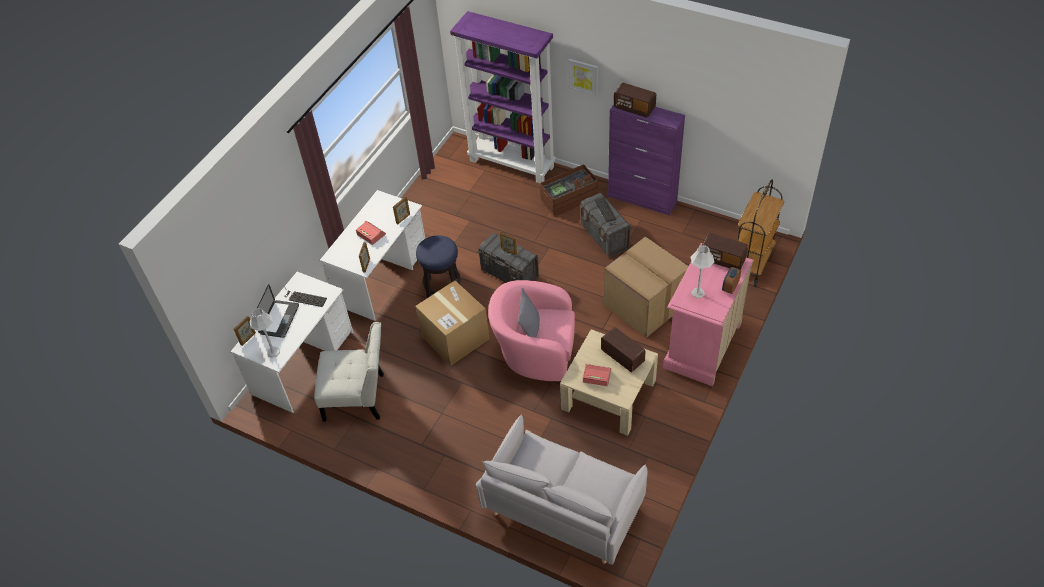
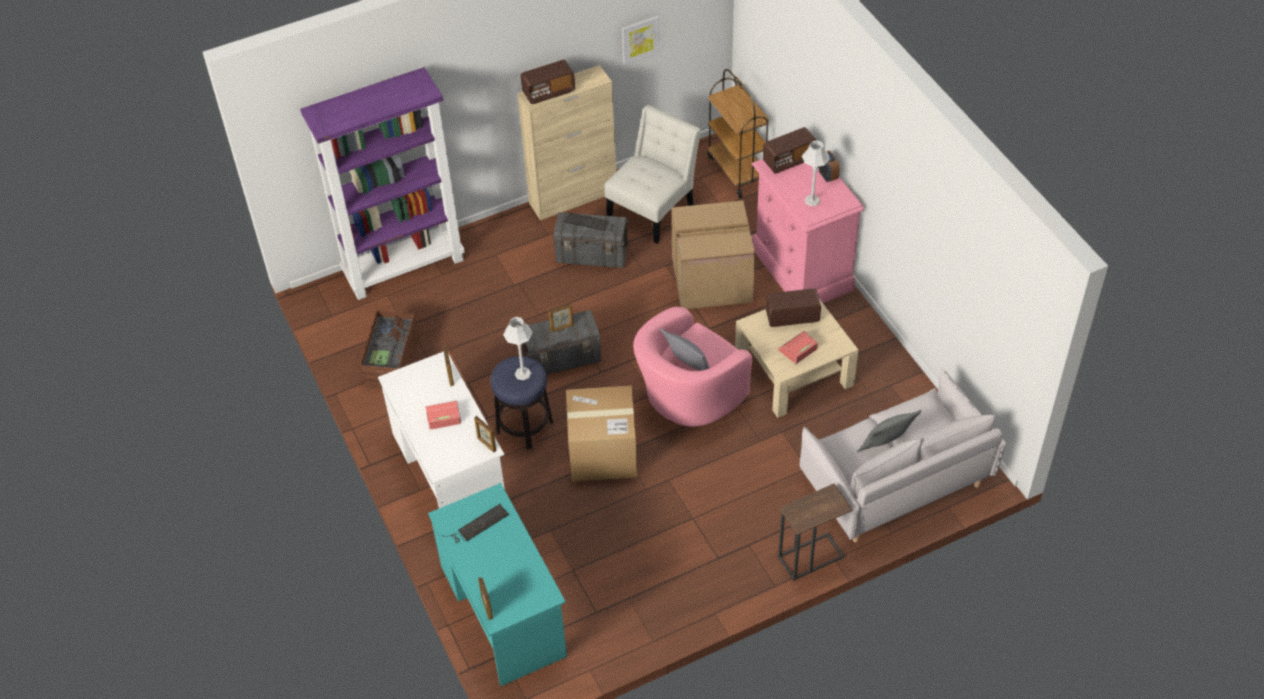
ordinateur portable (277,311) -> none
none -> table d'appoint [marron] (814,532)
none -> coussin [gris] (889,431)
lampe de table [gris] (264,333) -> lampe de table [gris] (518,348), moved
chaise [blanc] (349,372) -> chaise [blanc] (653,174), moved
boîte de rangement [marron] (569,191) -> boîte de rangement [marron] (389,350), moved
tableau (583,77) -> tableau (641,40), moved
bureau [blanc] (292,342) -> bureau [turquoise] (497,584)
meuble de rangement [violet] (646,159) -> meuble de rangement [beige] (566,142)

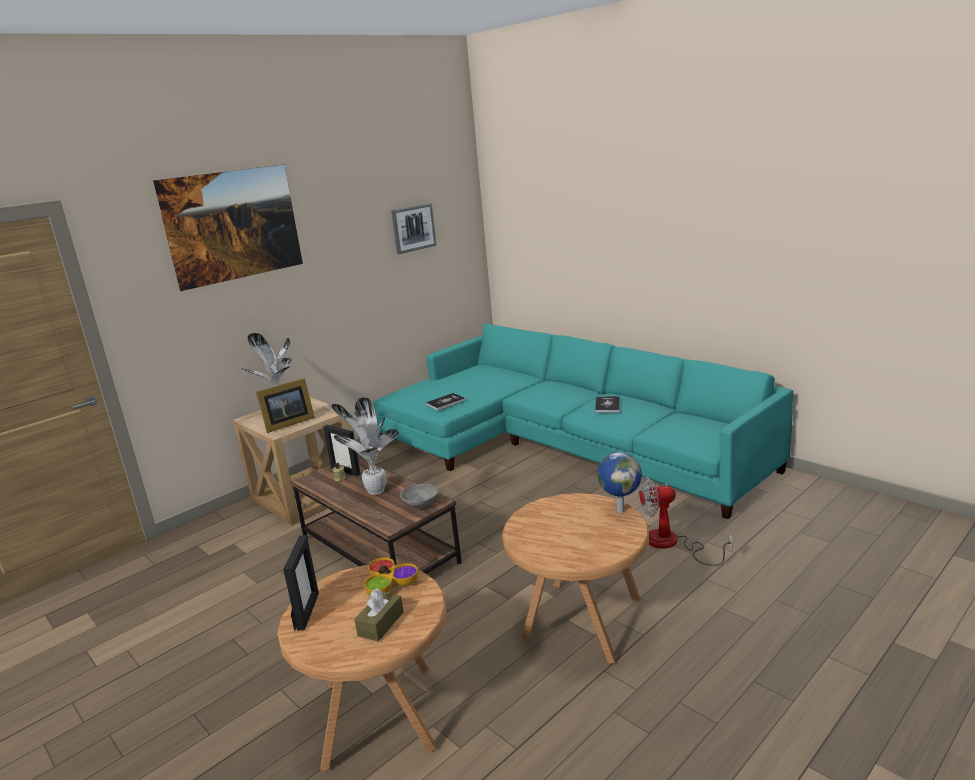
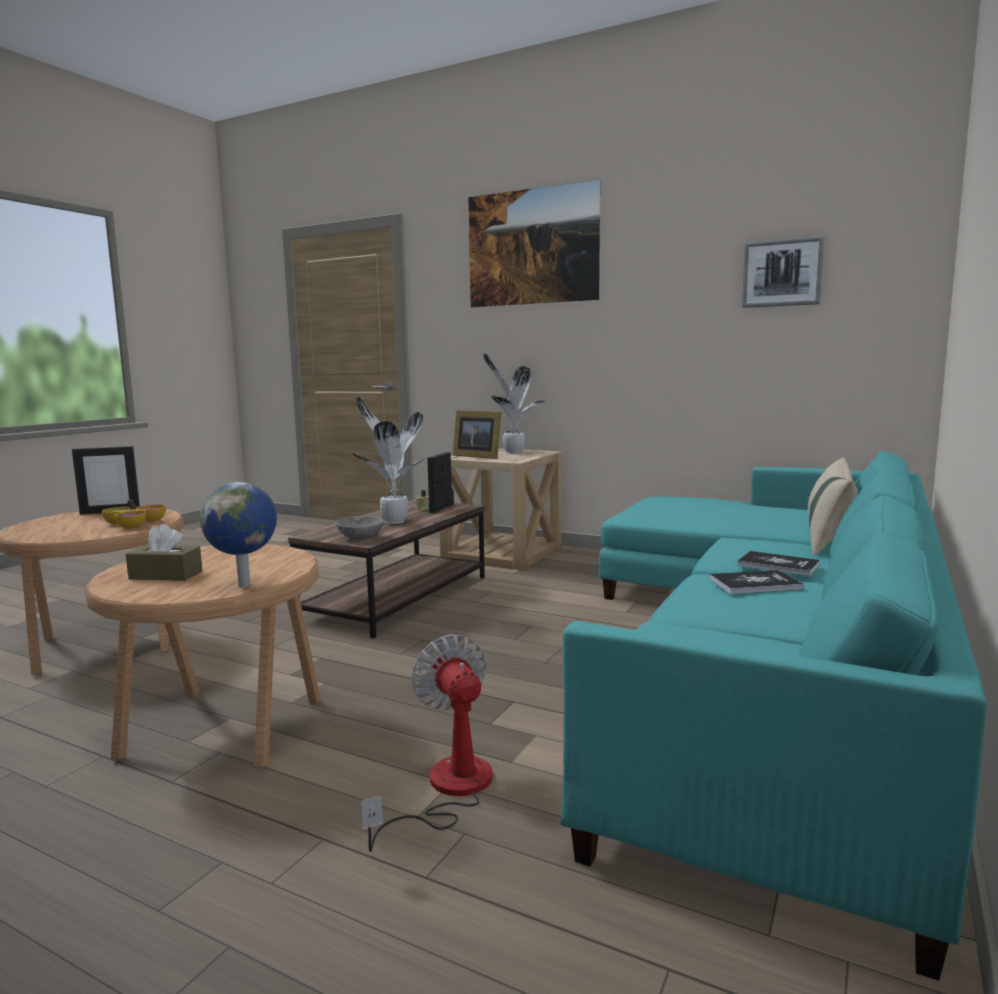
none -> coussin [beige] (833,507)
boîte à mouchoirs [marron] (378,615) -> boîte à mouchoirs [marron] (164,552), moved
livre (445,401) -> livre (778,563), moved

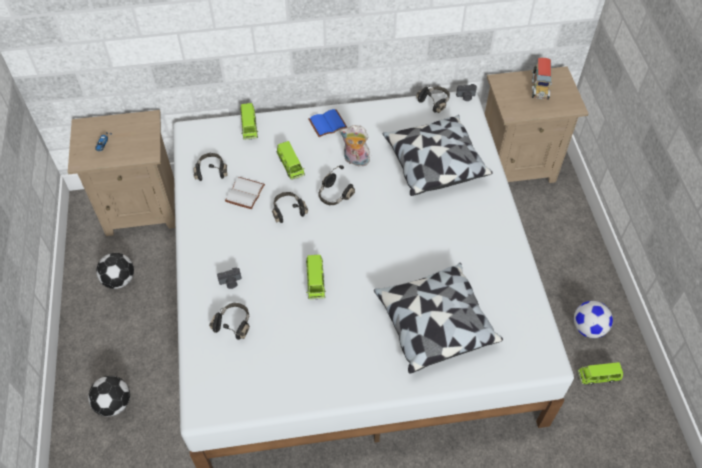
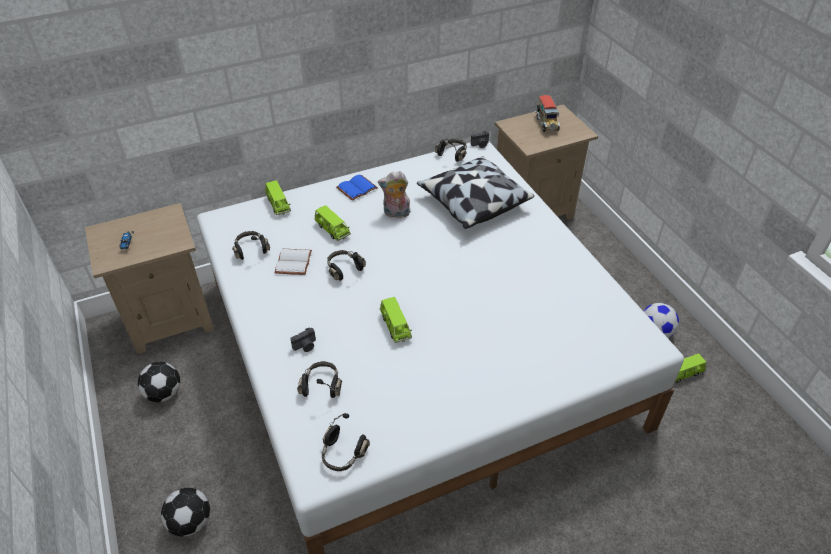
coussin (438,318) -> none
casque audio [noir] (336,185) -> casque audio [noir] (346,442), moved

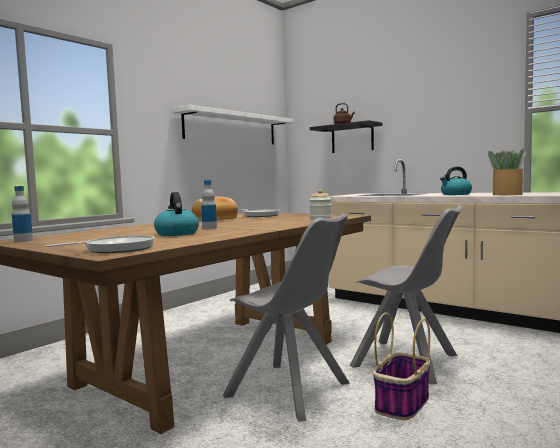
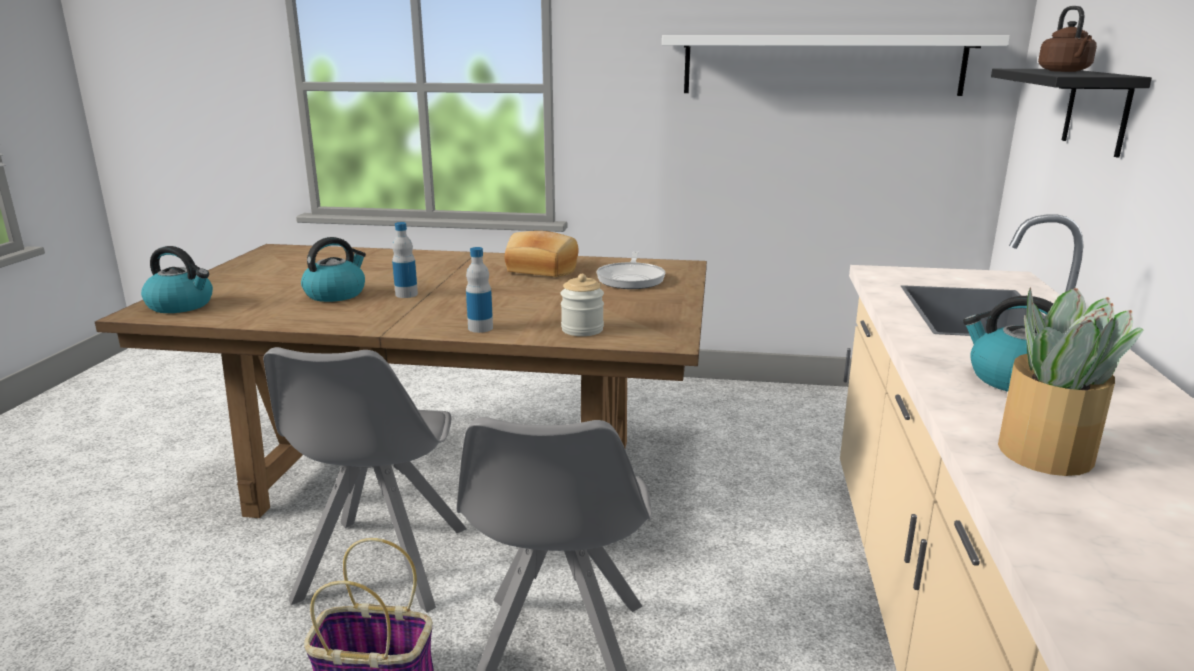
bouteille (22,214) -> bouteille (479,290), moved
poêle (100,244) -> bouilloire (177,279)

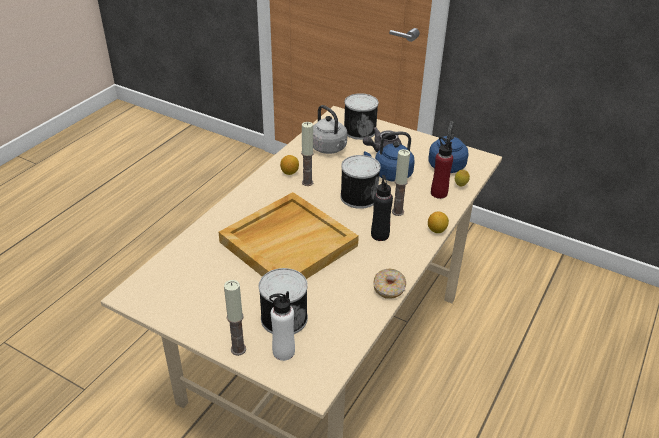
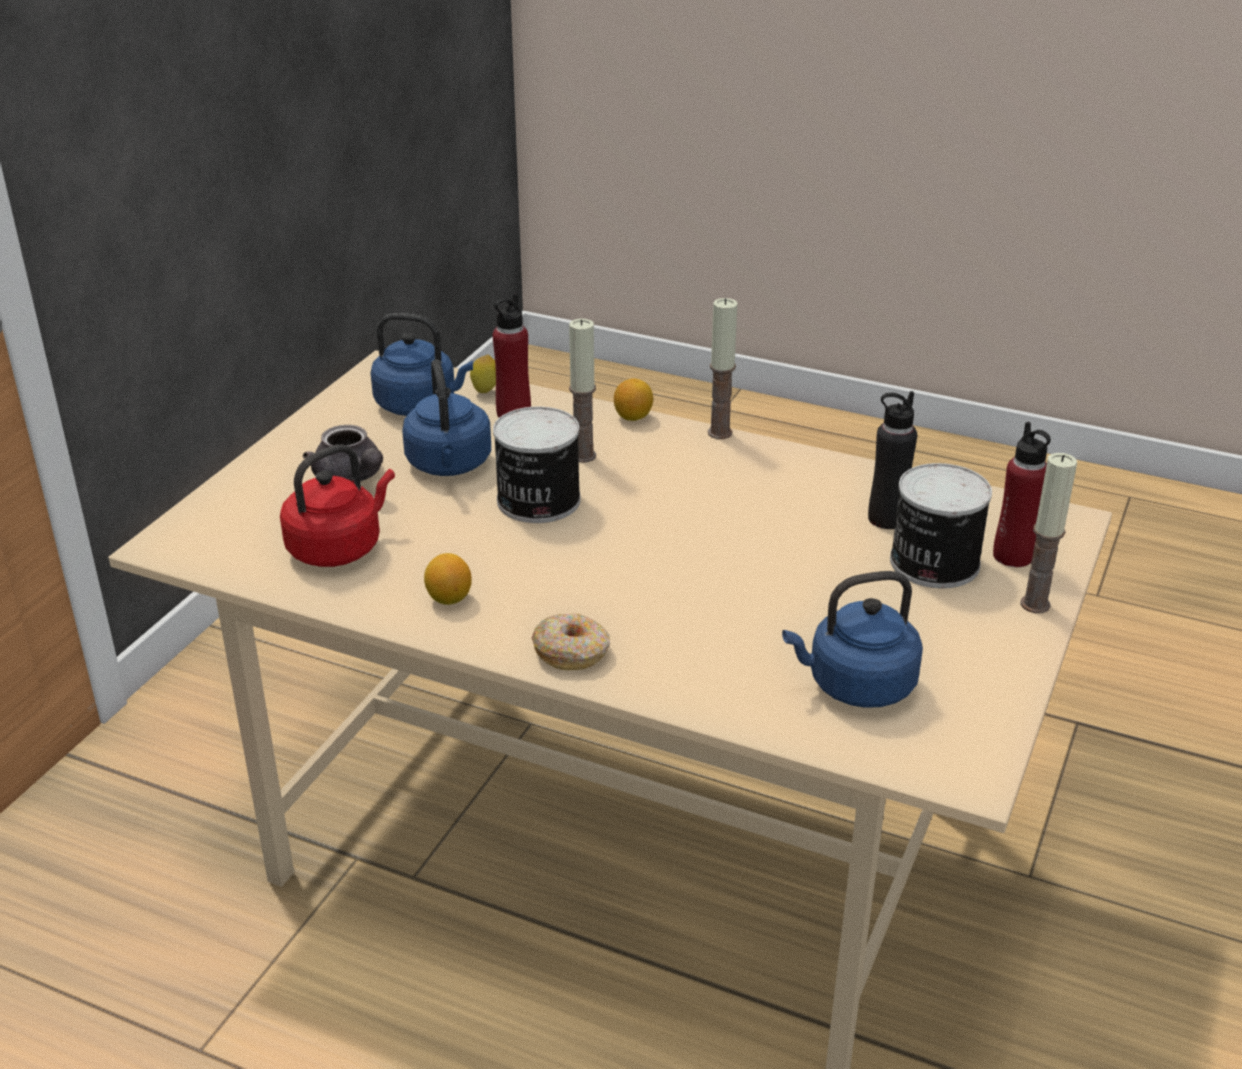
plateau [beige] (288,235) -> none
boîte métallique (361,116) -> none
none -> bouilloire [bleu] (852,639)
bougie (307,154) -> bougie (722,368), moved
bouteille [noir] (382,208) -> bouteille [noir] (892,460), moved
beignet (389,284) -> beignet (571,642), moved
bouteille [blanc] (282,326) -> bouteille [rouge] (1022,494)
bouilloire [gris] (330,129) -> bouilloire [rouge] (337,505)

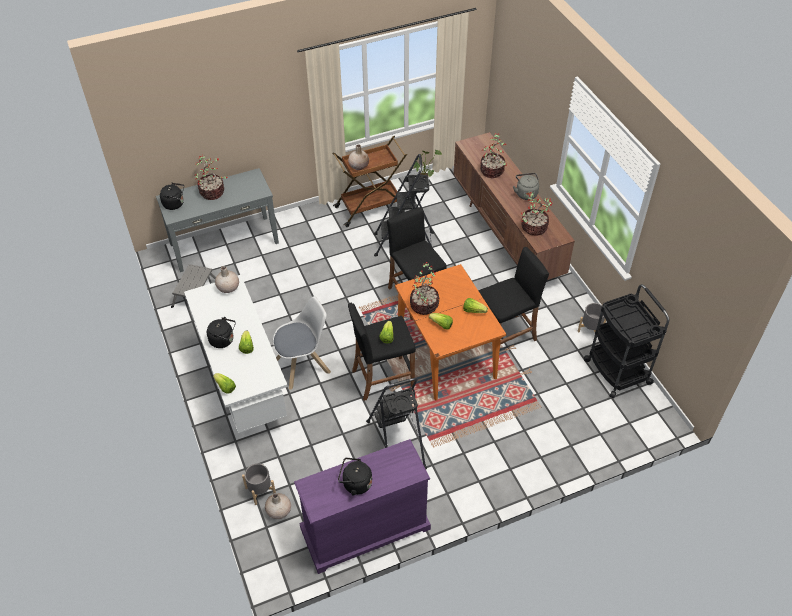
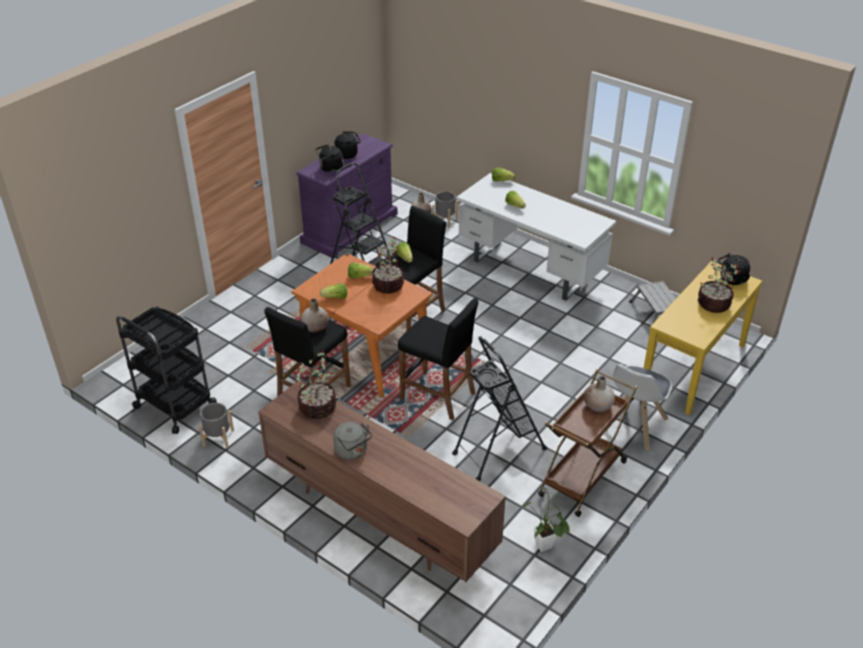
plante en pot (493,155) -> none
bouilloire [noir] (221,332) -> bouilloire [noir] (329,158), moved
vase [beige] (227,279) -> vase [beige] (315,315), moved
chaise (302,343) -> chaise (639,407), moved
table console [gris] (217,220) -> table console [jaune] (702,338)

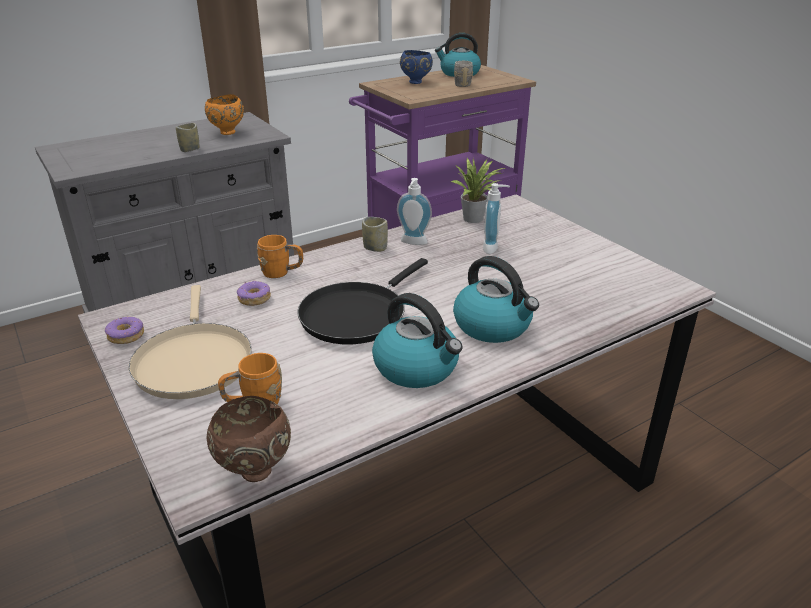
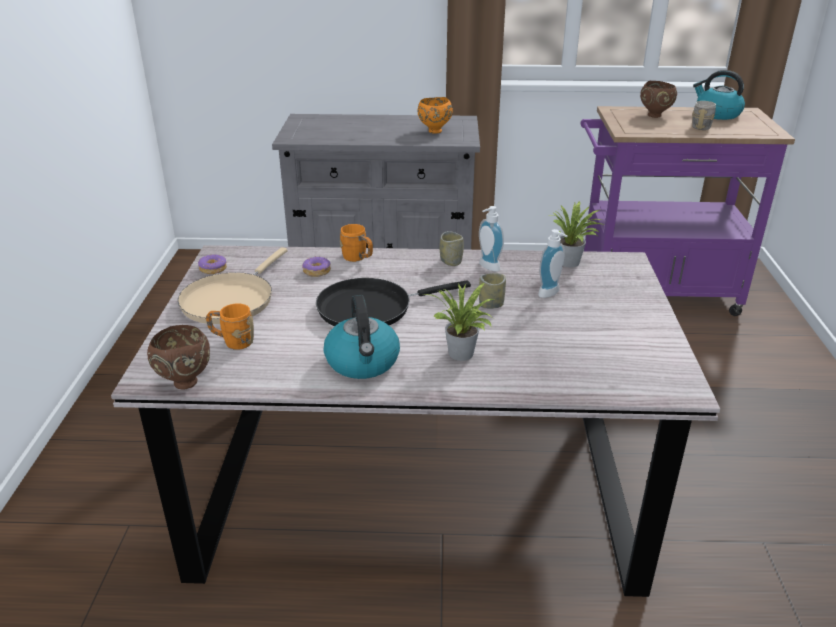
tasse (188,137) -> tasse (492,291), moved
bouilloire (496,299) -> plante en pot (457,322)
bol [bleu] (416,67) -> bol [marron] (658,99)

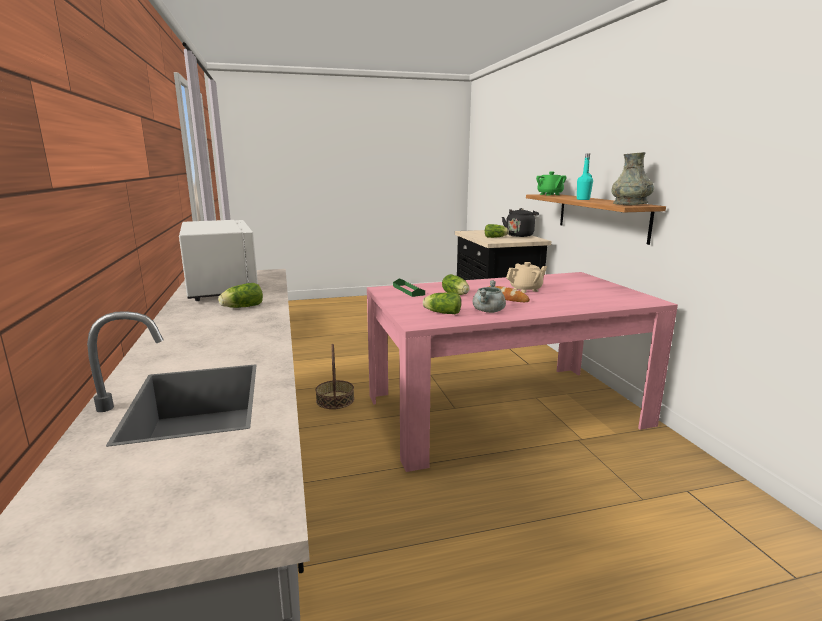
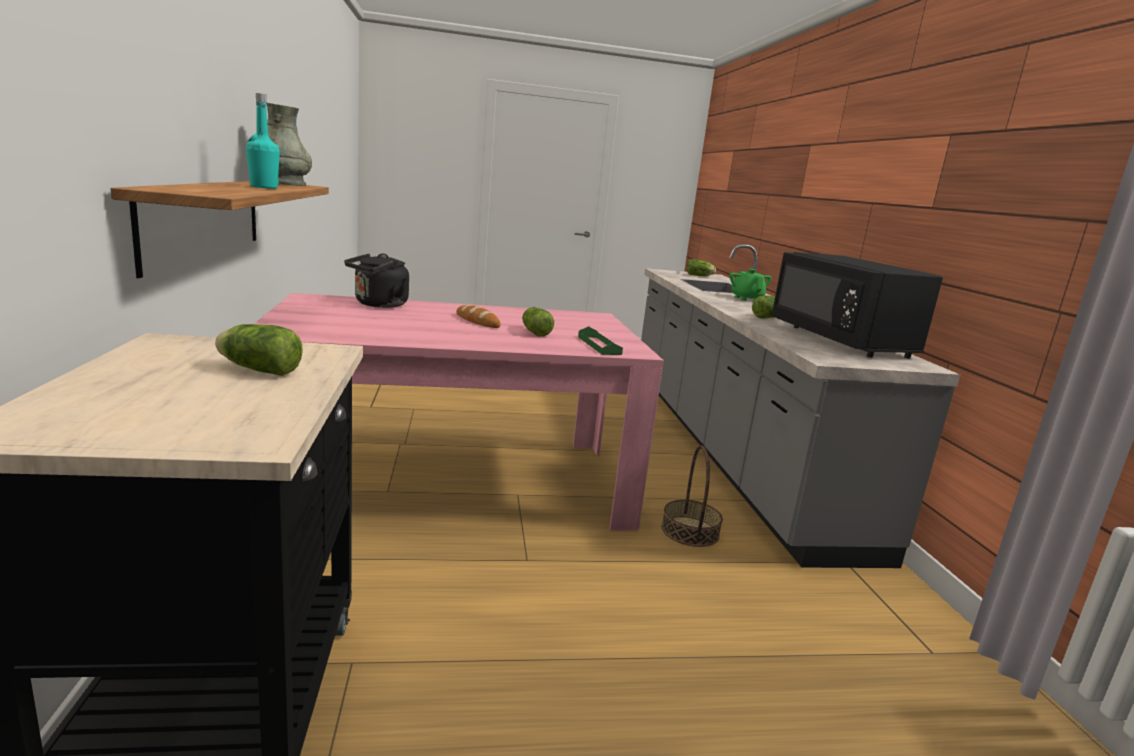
marmite [gris] (489,296) -> none
théière [beige] (526,277) -> none
laitue (442,303) -> laitue (701,267), moved
bouilloire [noir] (520,222) -> bouilloire [noir] (376,280), moved
théière [vert] (551,184) -> théière [vert] (751,285), moved
micro-ondes [blanc] (218,260) -> micro-ondes [noir] (857,305)

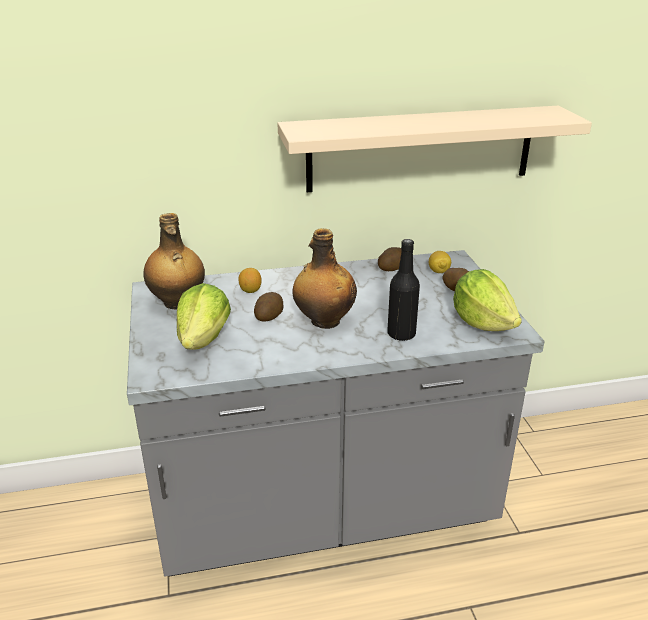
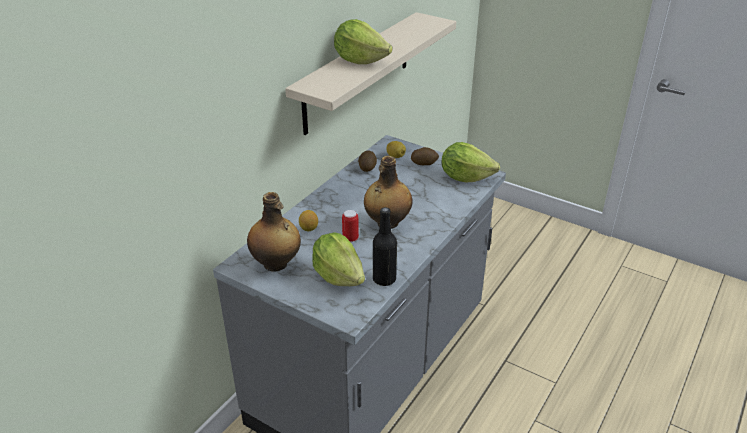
none -> laitue (363,41)
bouteille [noir] (403,290) -> bouteille [noir] (385,246), moved
pomme de terre (268,307) -> boîte métallique (350,226)

